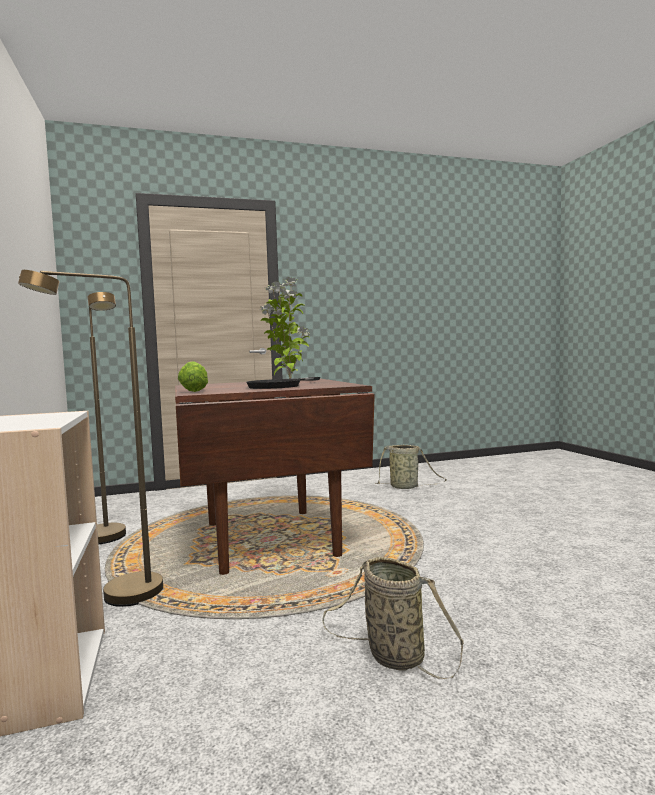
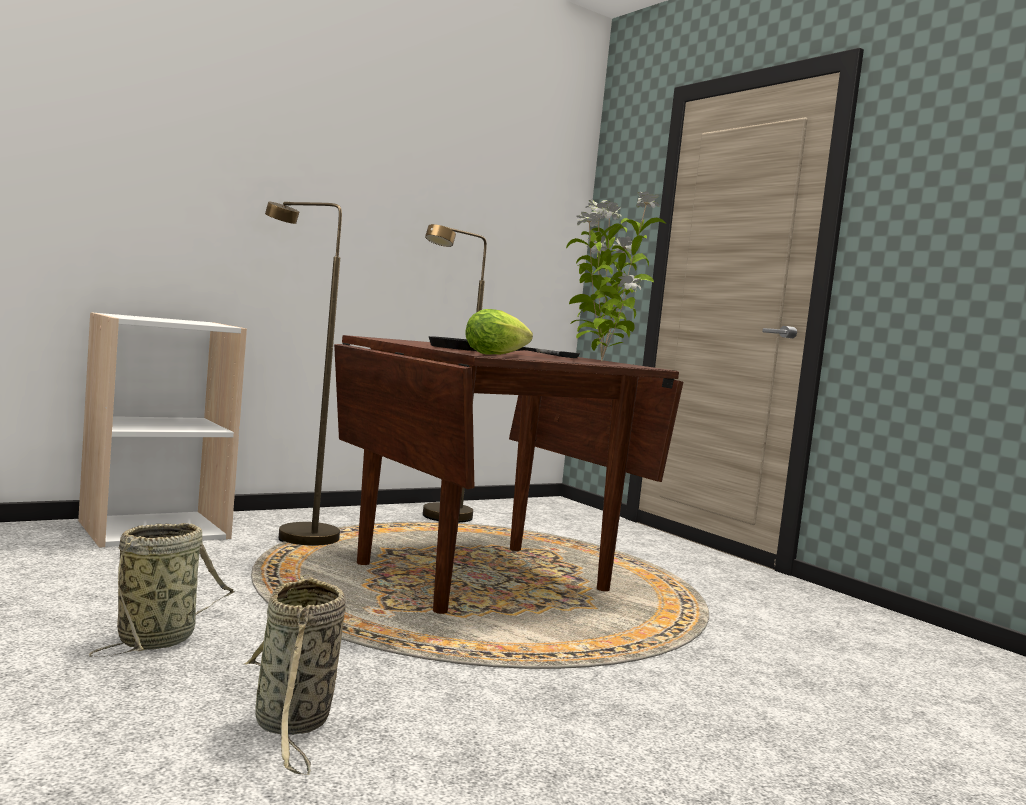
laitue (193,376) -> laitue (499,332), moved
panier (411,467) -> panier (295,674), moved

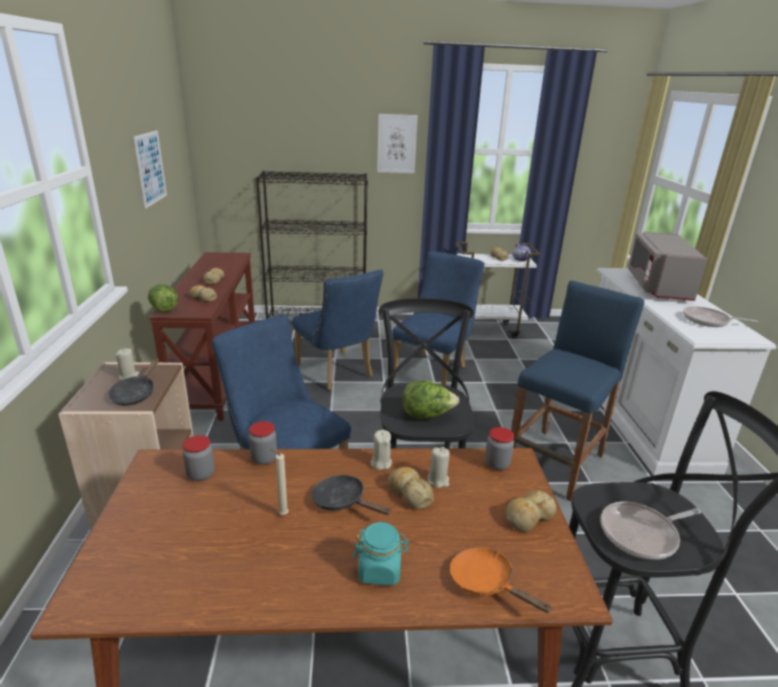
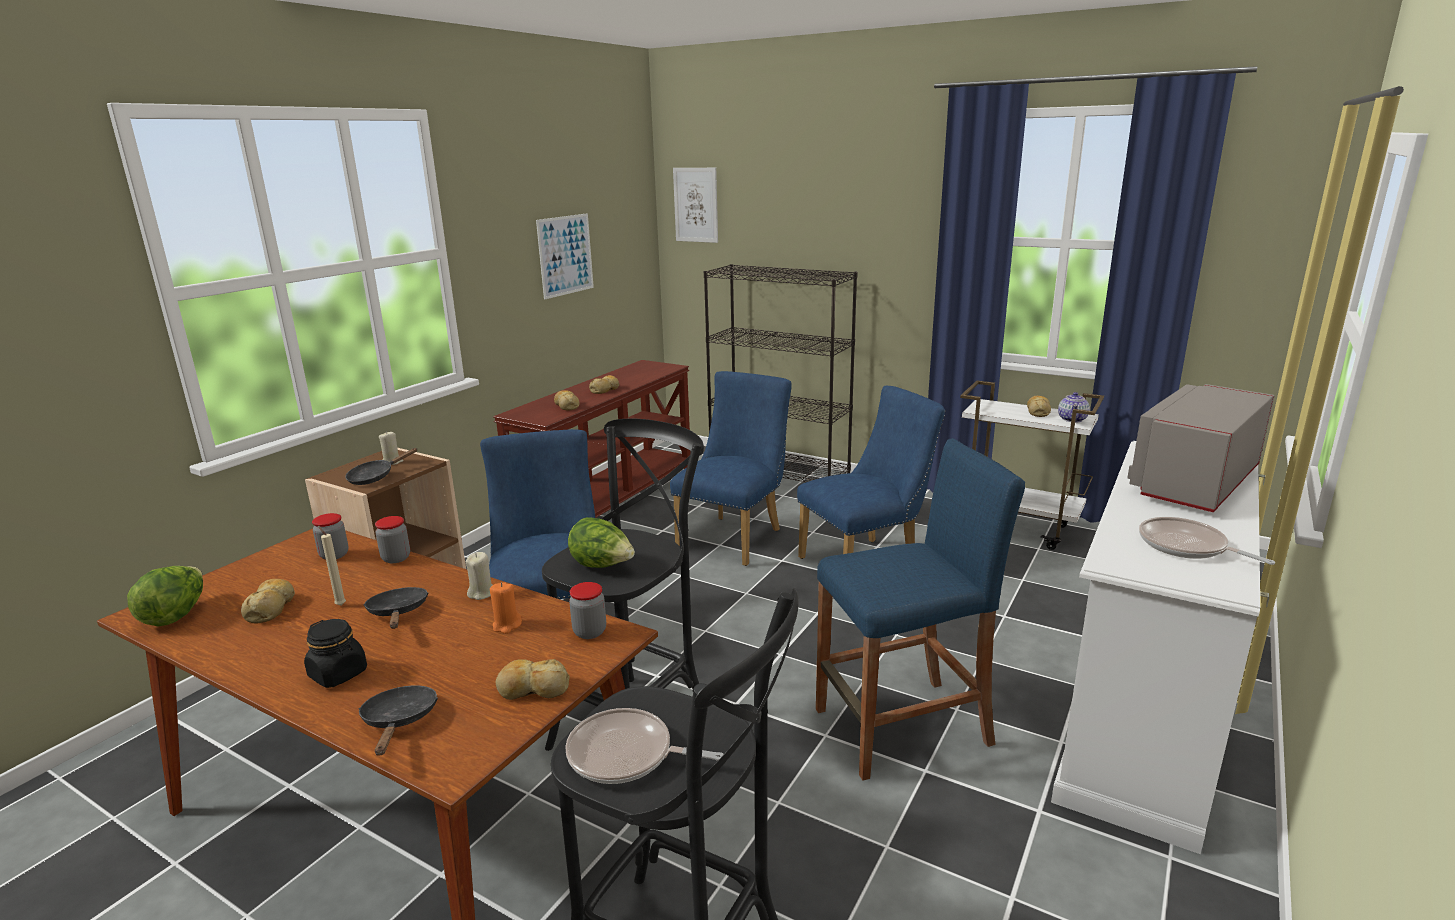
laitue (163,298) -> laitue (165,596), moved
tableau (397,143) -> tableau (695,205), moved
pain (411,488) -> pain (268,601), moved
bocal [turquoise] (381,553) -> bocal [noir] (335,653)
bougie [beige] (438,467) -> bougie [orange] (506,608)
poêle [orange] (501,580) -> poêle [noir] (398,720)
chaise [bleu] (338,330) -> chaise [bleu] (731,468), 150 degrees counterclockwise

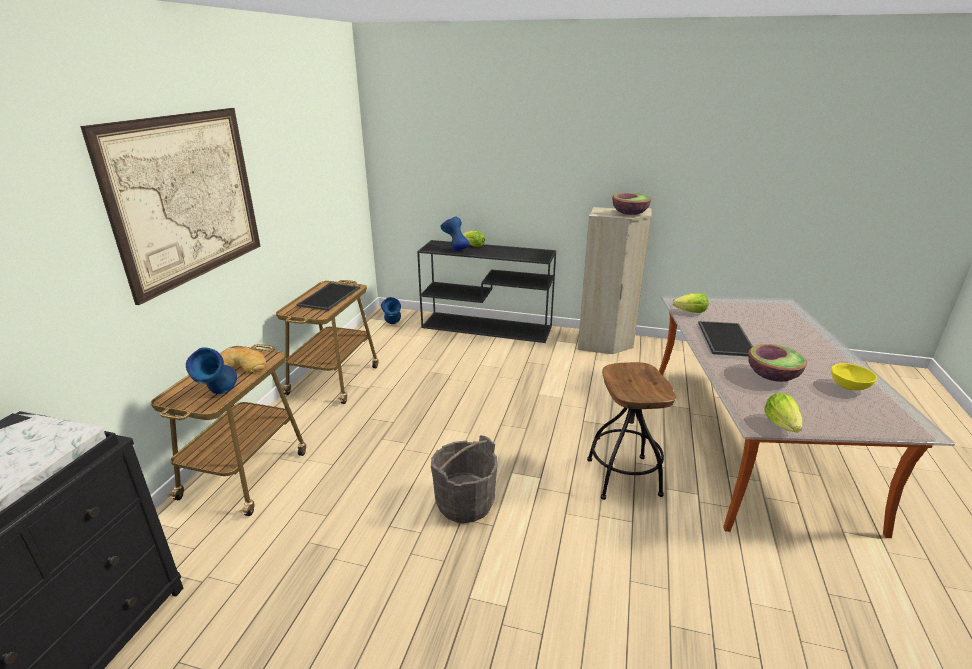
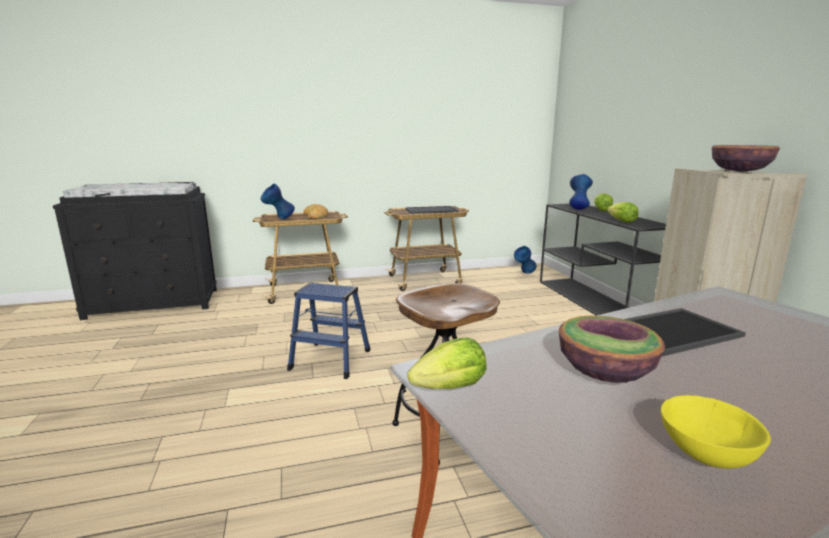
tableau (170,206) -> none
laitue (691,303) -> laitue (622,212), moved
seau [gris] (464,479) -> escabeau [bleu] (329,330)

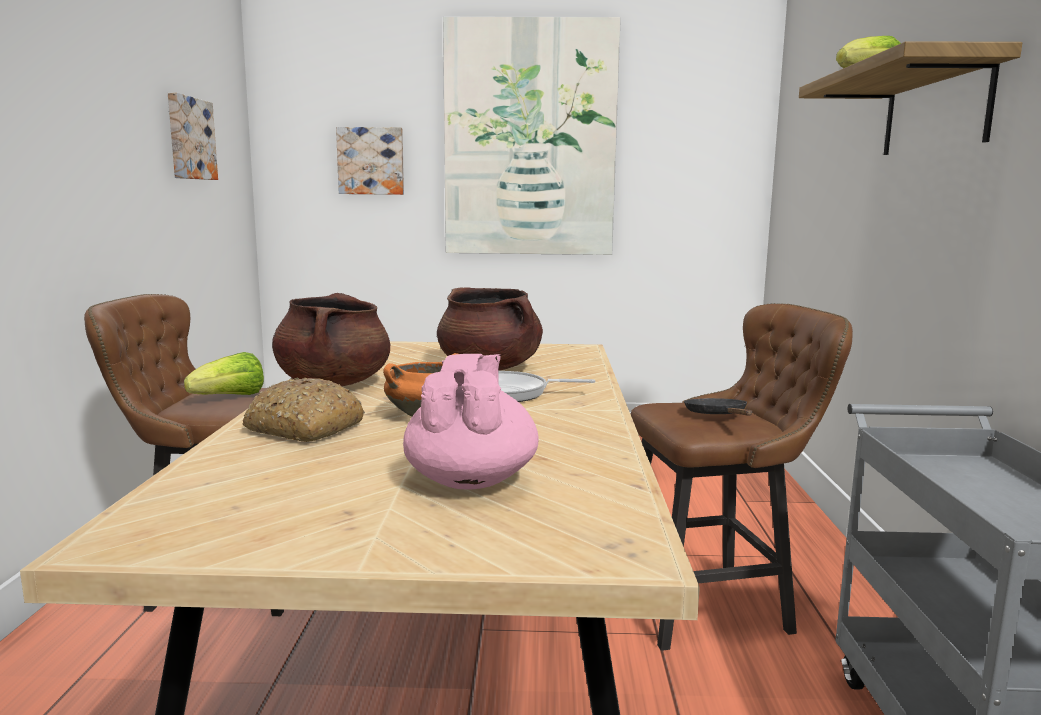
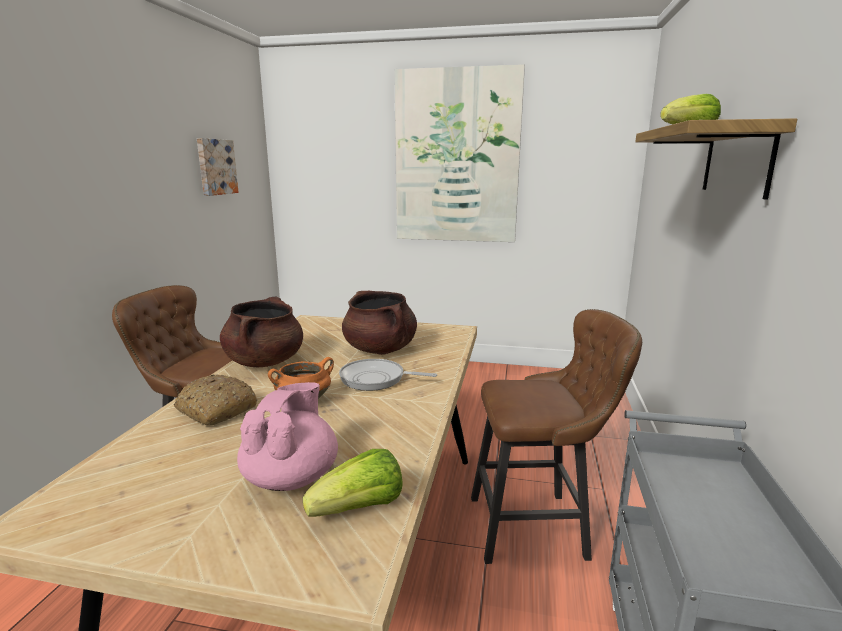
tableau (370,161) -> none
poêle [noir] (718,407) -> none
laitue (224,373) -> laitue (353,483), moved

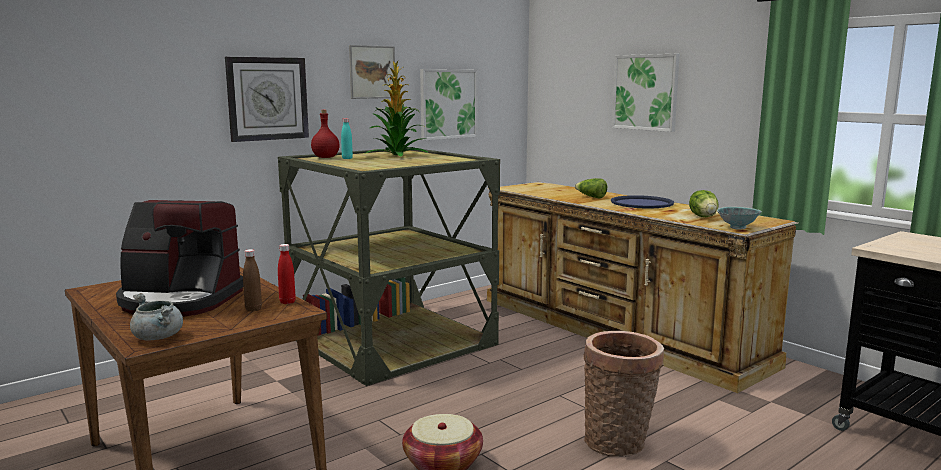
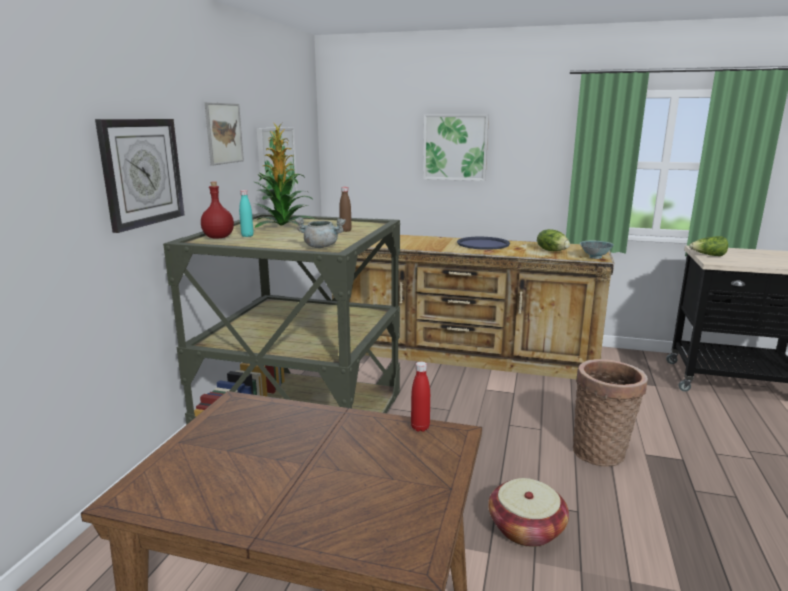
machine à café (179,258) -> none
marmite [gris] (156,317) -> marmite [gris] (320,232), moved
bouteille [marron] (252,280) -> bouteille [marron] (345,209), moved
laitue (591,188) -> laitue (708,246), moved

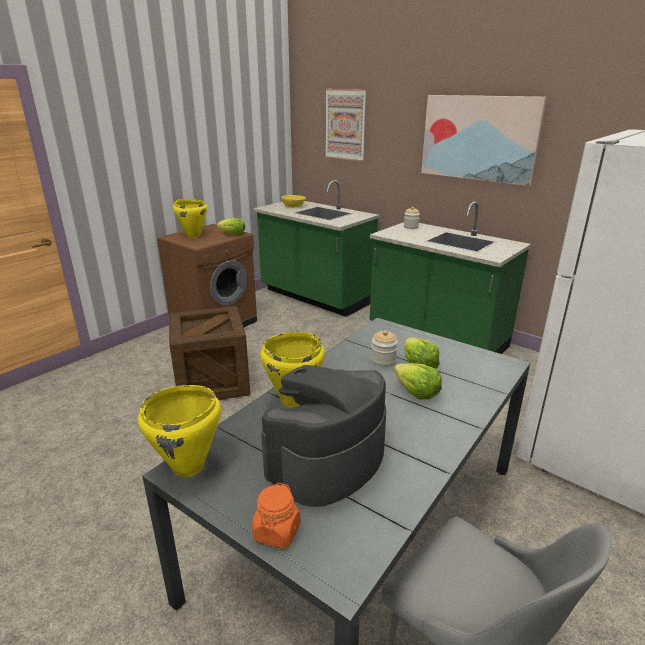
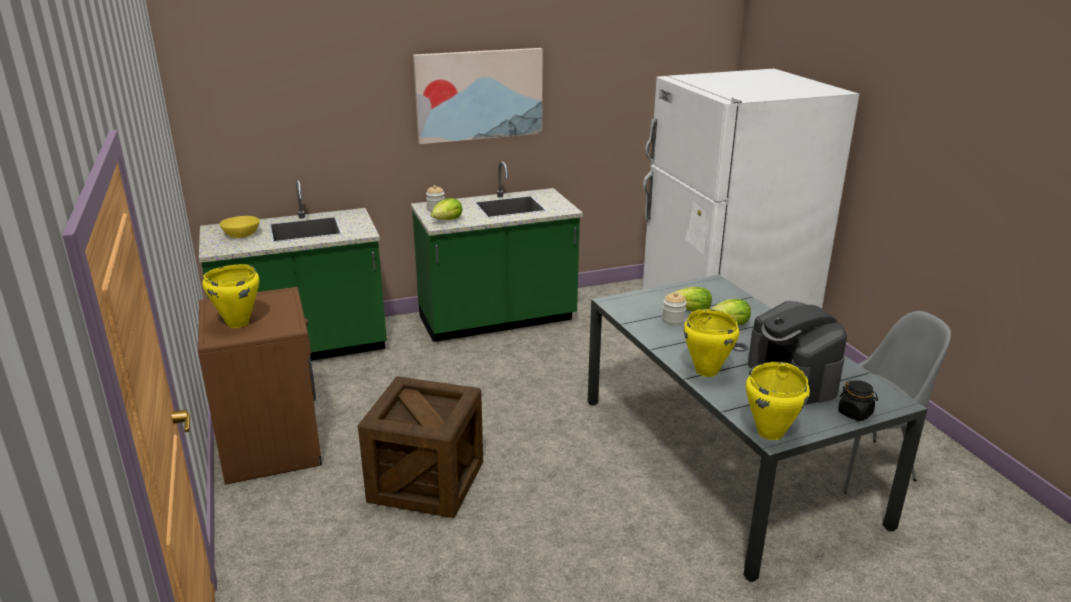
tableau (346,125) -> none
laitue (231,226) -> laitue (447,209), moved
bocal [orange] (276,516) -> bocal [noir] (858,400)

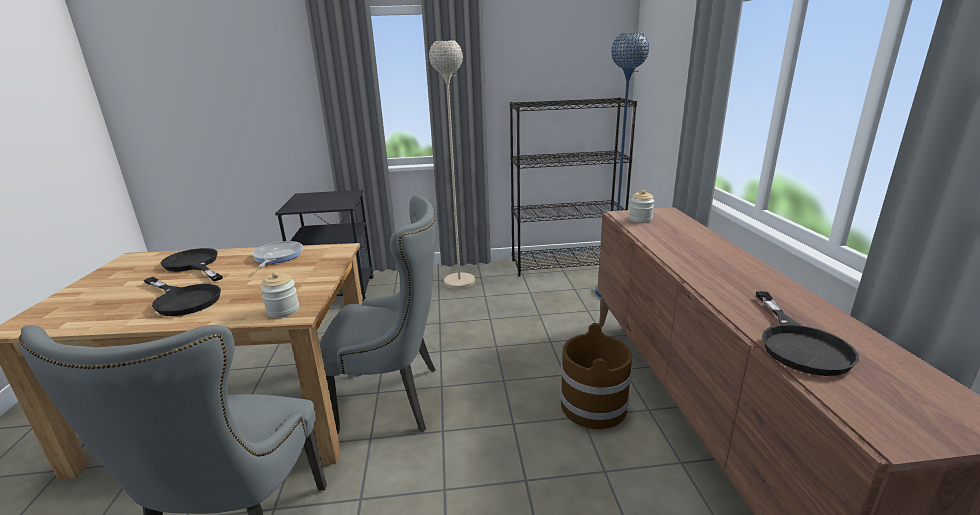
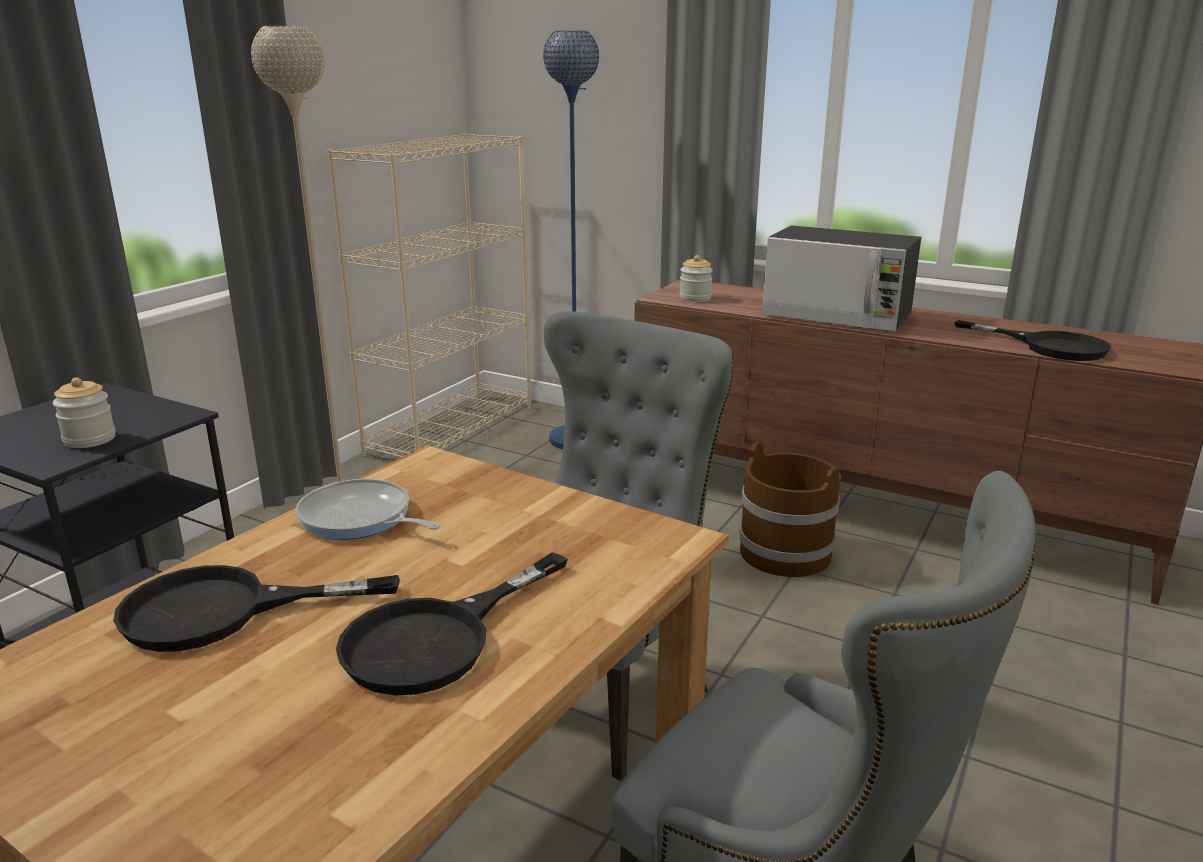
none -> micro-ondes (841,278)
bocal (279,295) -> bocal (84,413), moved
bibliothèque [noir] (573,187) -> bibliothèque [beige] (429,295)
poêle [noir] (182,296) -> poêle [noir] (452,623), 150 degrees clockwise

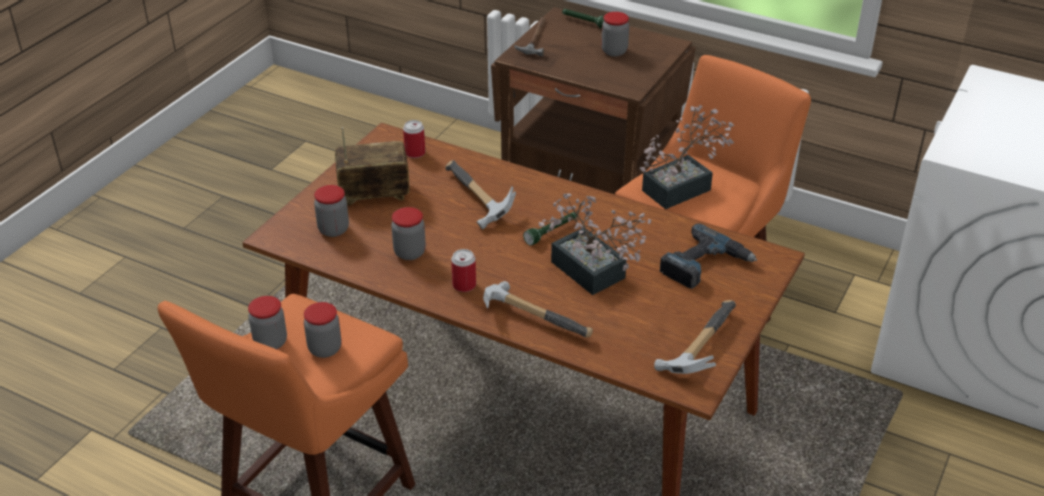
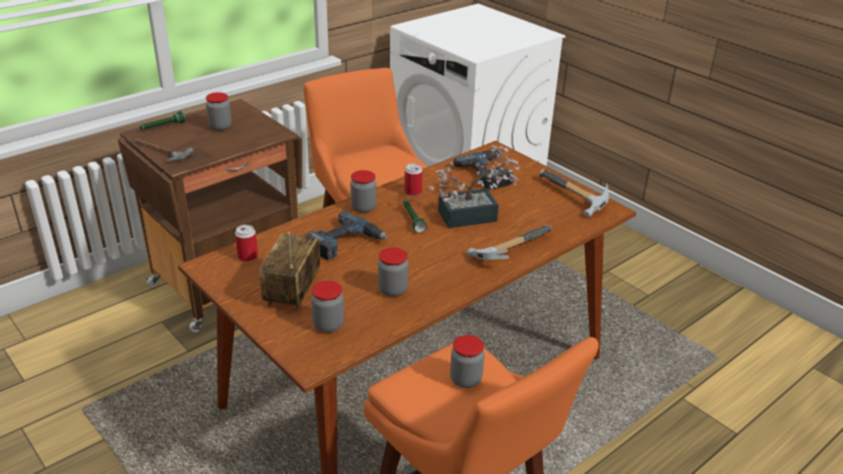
plante en pot (687,157) -> none
bocal (267,322) -> bocal (363,191), moved
boîte métallique (463,270) -> boîte métallique (413,179), moved
marteau (480,194) -> perceuse (346,235)

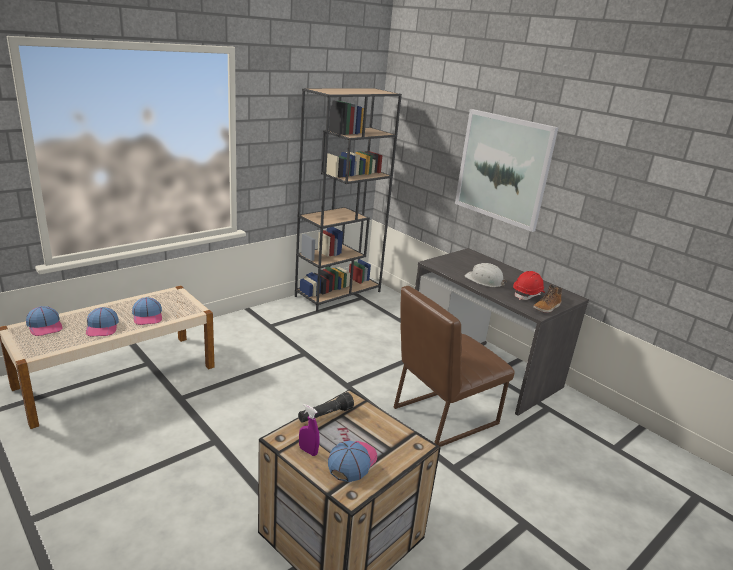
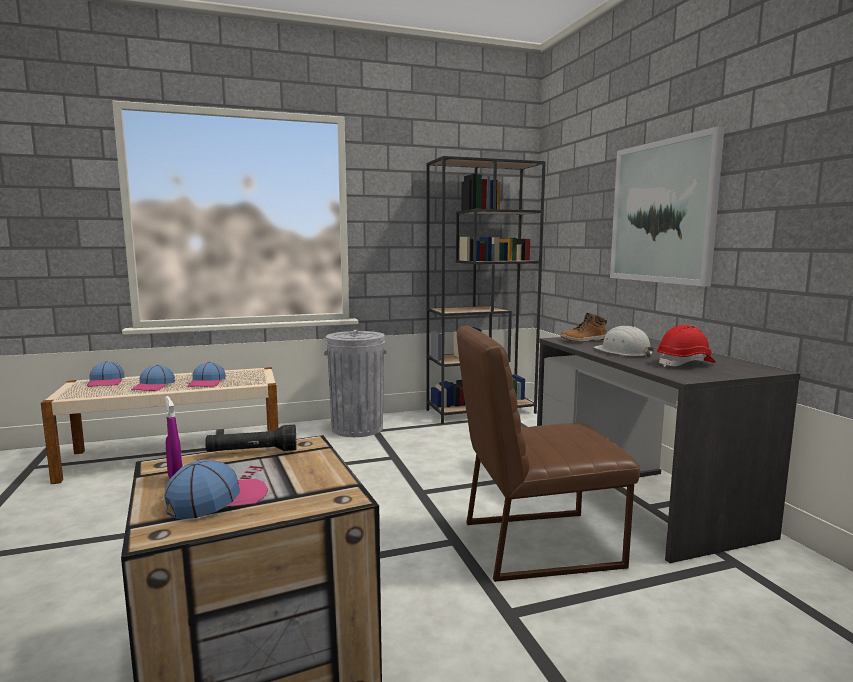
none -> poubelle [gris] (355,383)
botte (547,299) -> botte (583,327), moved

